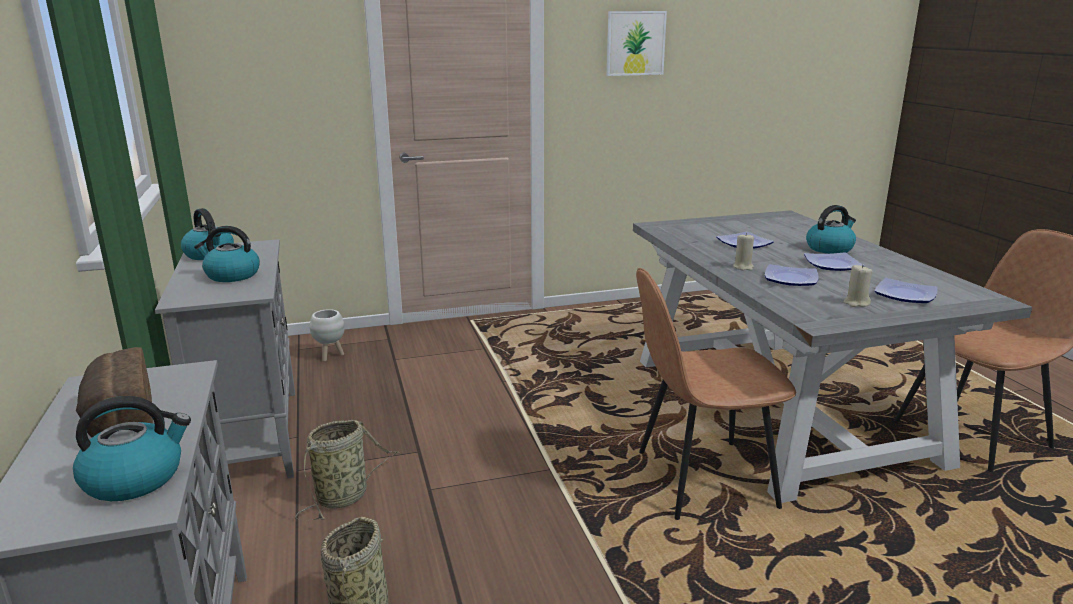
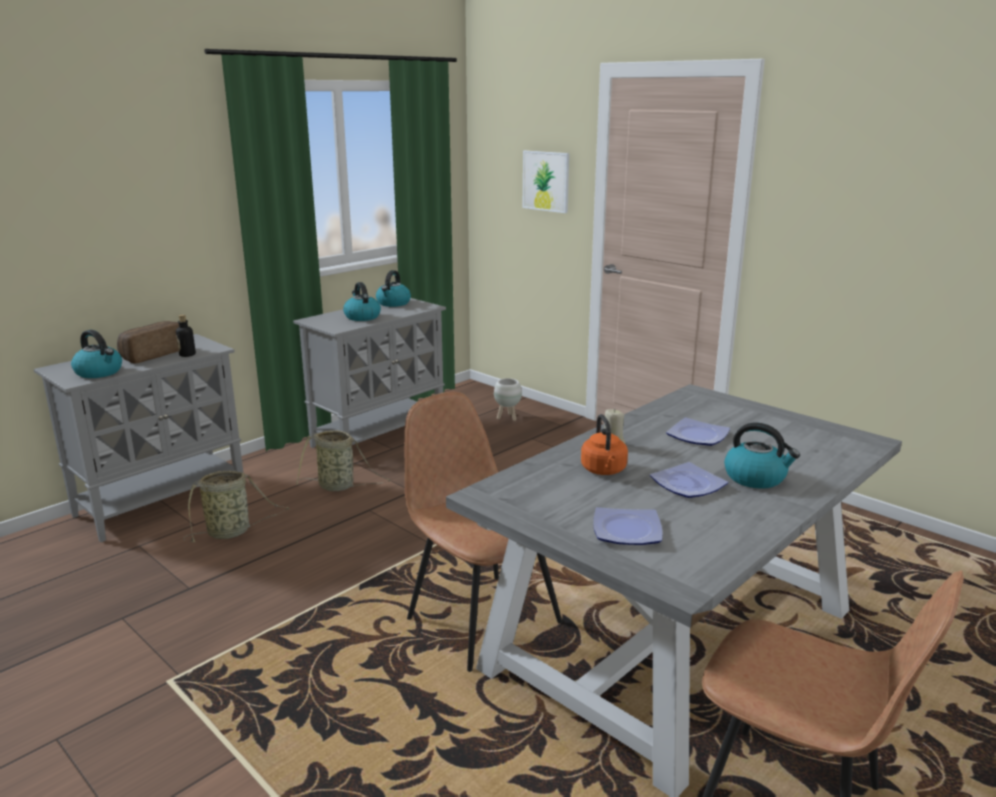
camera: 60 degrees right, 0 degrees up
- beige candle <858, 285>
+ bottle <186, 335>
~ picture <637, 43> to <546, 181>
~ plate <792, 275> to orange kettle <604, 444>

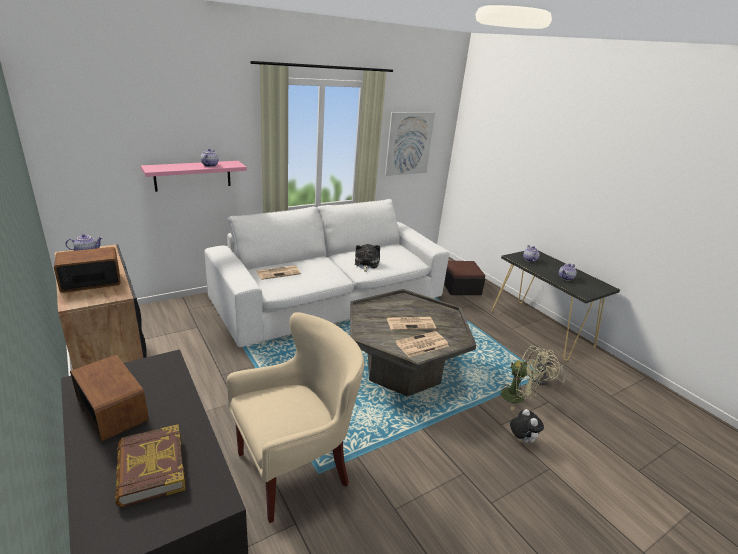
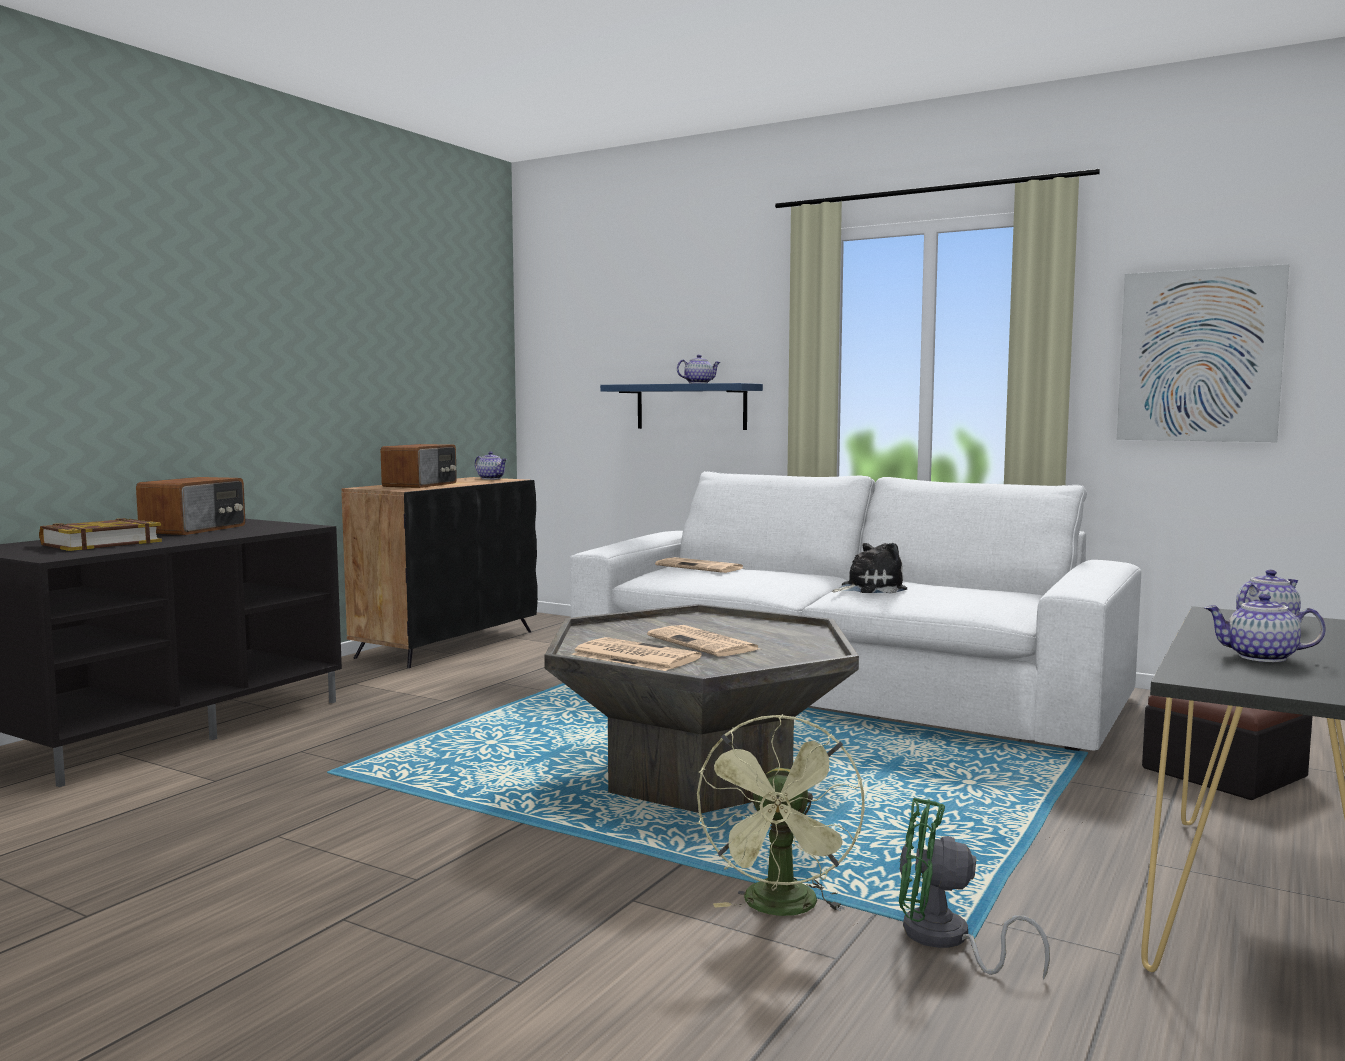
camera: 65 degrees right, 20 degrees down
- beige armchair <296, 417>
- plush toy <527, 426>
~ pink shelf <194, 176> to blue shelf <681, 406>
~ beige fan <547, 366> to green fan <974, 889>
~ radio <87, 270> = <419, 466> 75 degrees clockwise

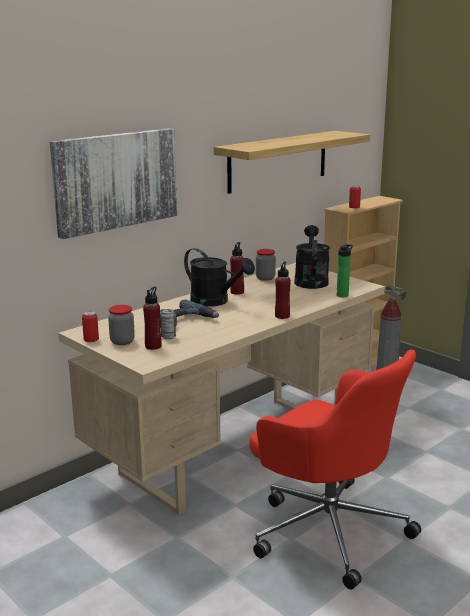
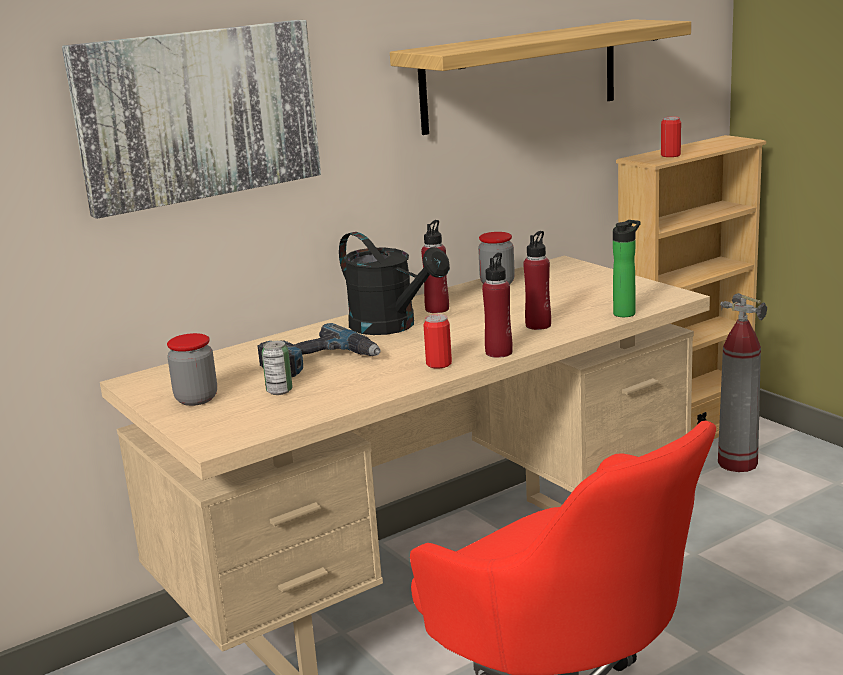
camera: 10 degrees right, 0 degrees up
- black watering can <312, 257>
~ can <90, 326> to <437, 341>
~ red bottle <152, 318> to <537, 280>

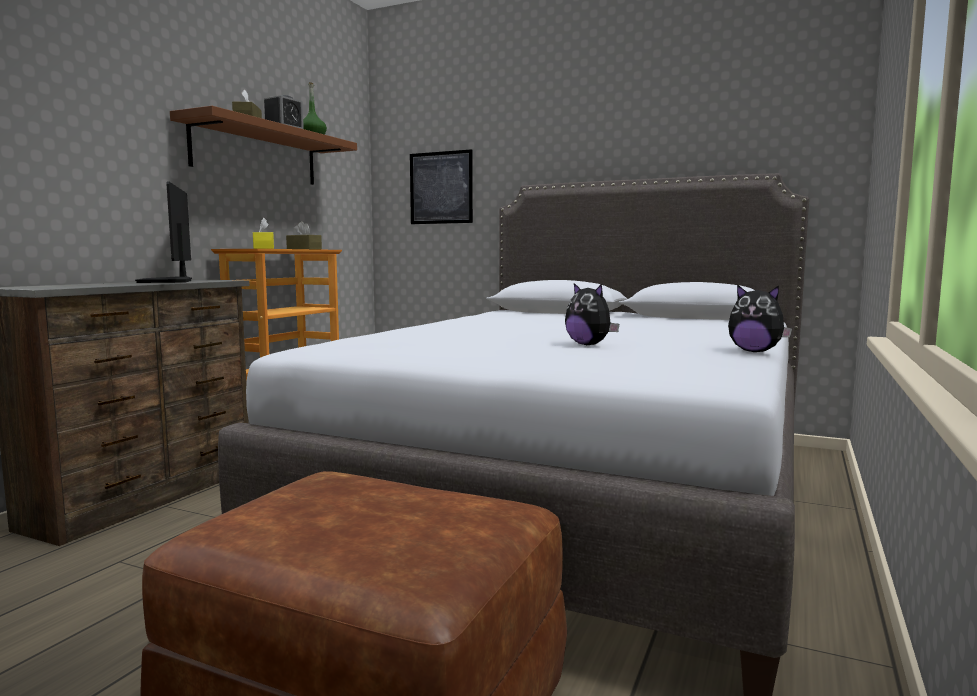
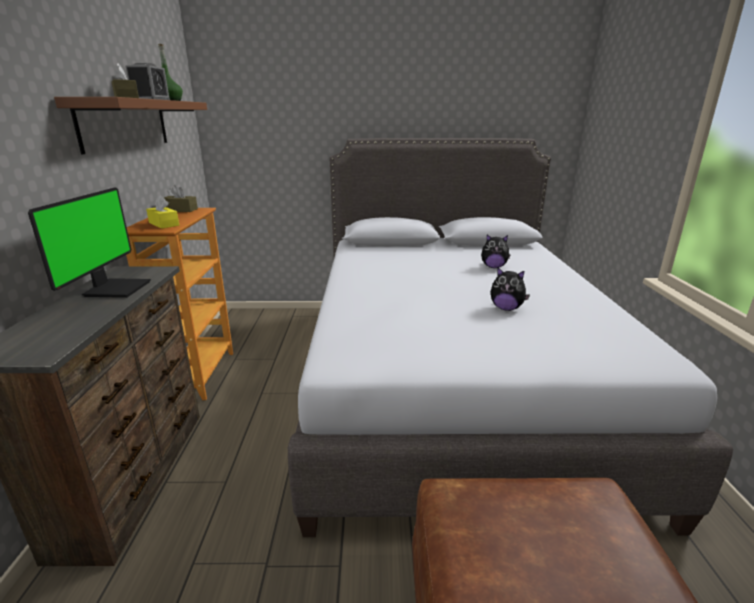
camera: 25 degrees left, 15 degrees up
- picture <441, 186>
~ plush toy <760, 318> to <496, 251>
~ monitor <163, 232> = <89, 243> 135 degrees counterclockwise

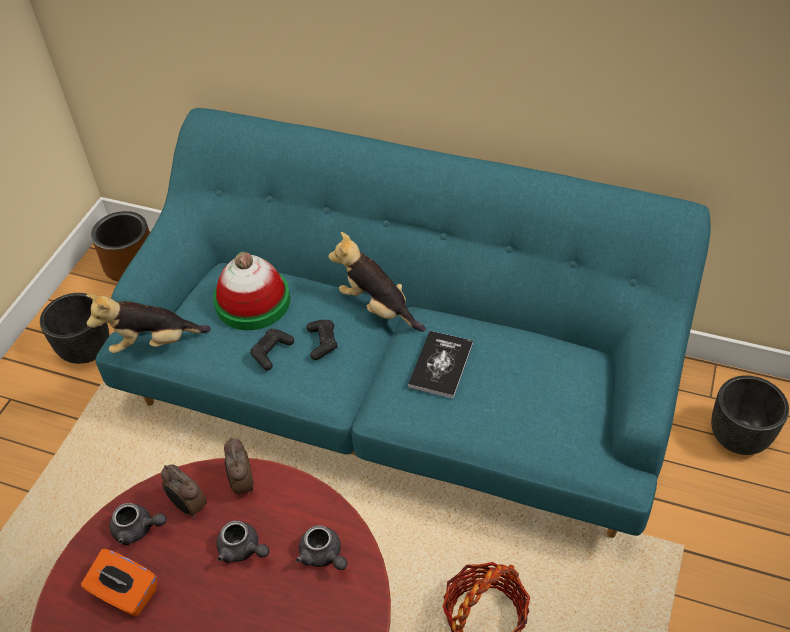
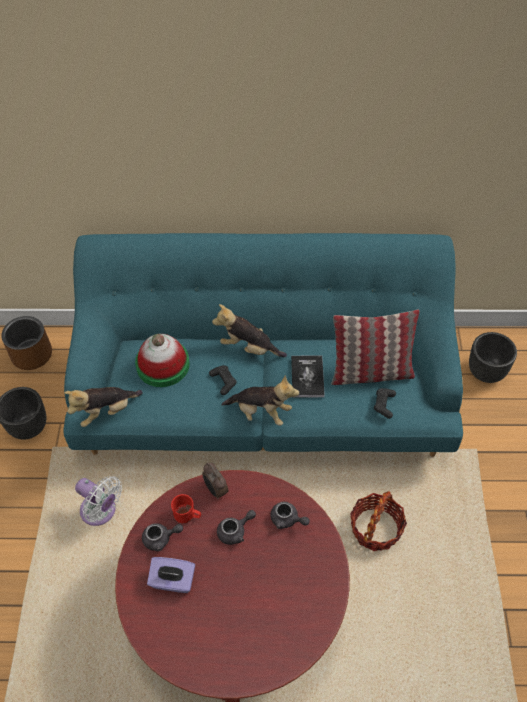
camera: 20 degrees left, 5 degrees up
+ white fan <98, 501>
+ plush toy <260, 400>
+ pillow <375, 347>
~ black game controller <272, 349> to <385, 403>
~ alarm clock <184, 492> to red mug <186, 508>
~ orange tissue box <119, 583> to purple tissue box <171, 575>
~ grey teapot <243, 542> = <236, 527> 45 degrees counterclockwise

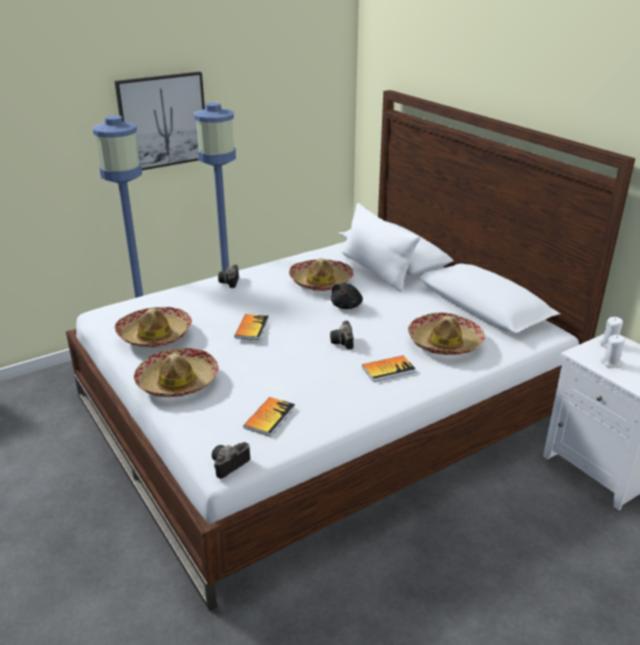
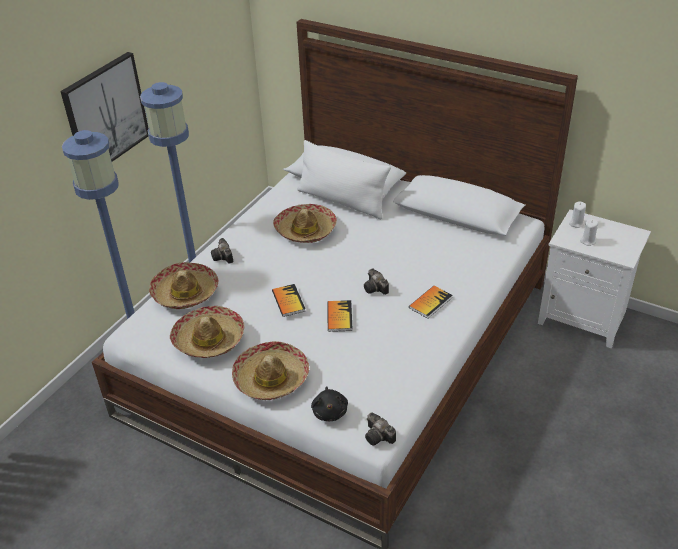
camera: 25 degrees left, 10 degrees up
~ book <269, 417> to <340, 316>
~ black plush toy <347, 296> to <329, 403>
~ hat <446, 334> to <183, 285>
~ photo camera <231, 460> = <380, 428> 60 degrees counterclockwise

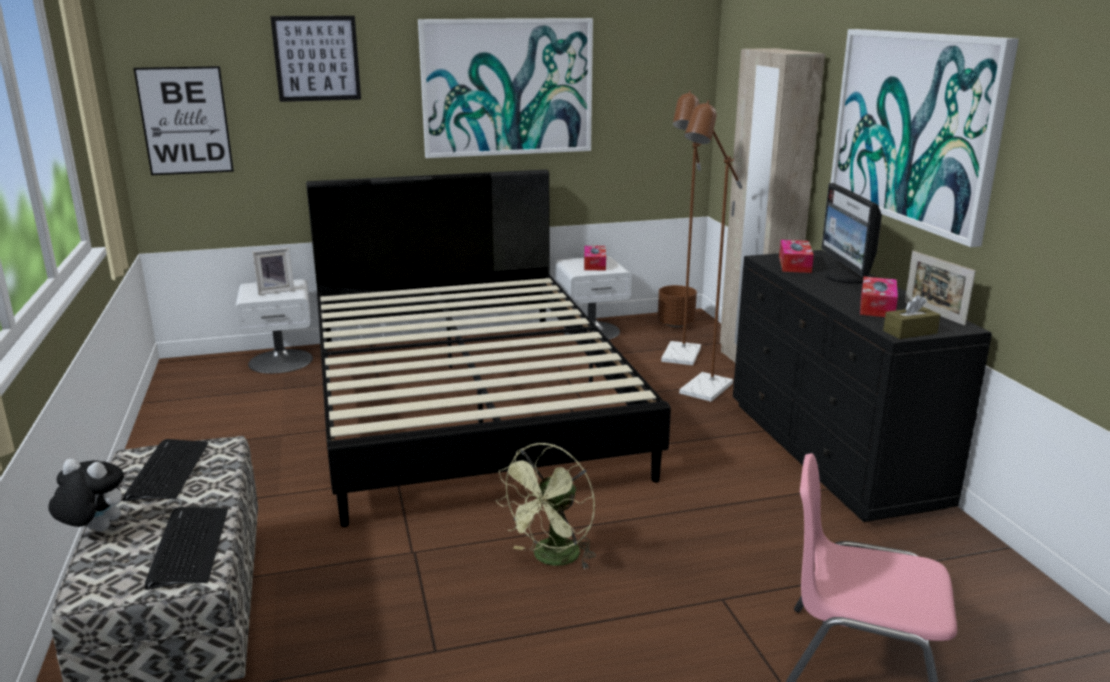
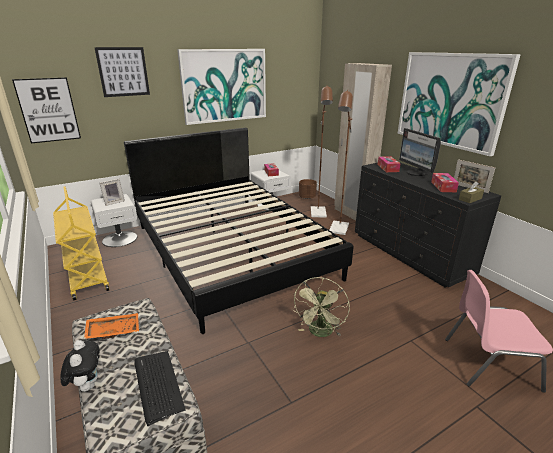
camera: 15 degrees left, 5 degrees up
+ yellow cart <81, 243>
~ keyboard <165, 470> to orange tray <111, 326>
~ plush toy <86, 495> = <80, 366> 75 degrees clockwise

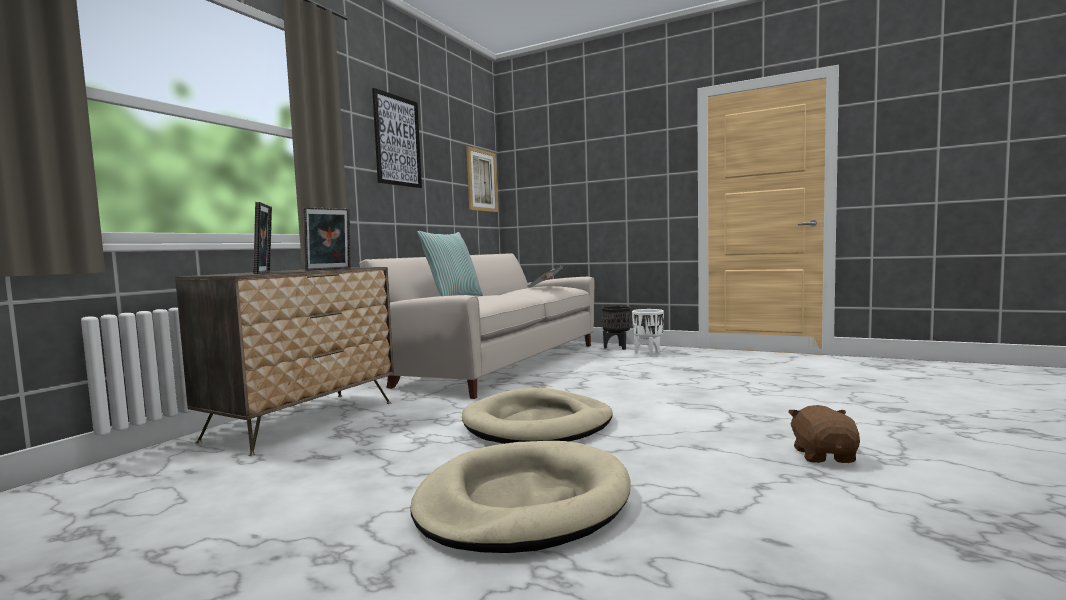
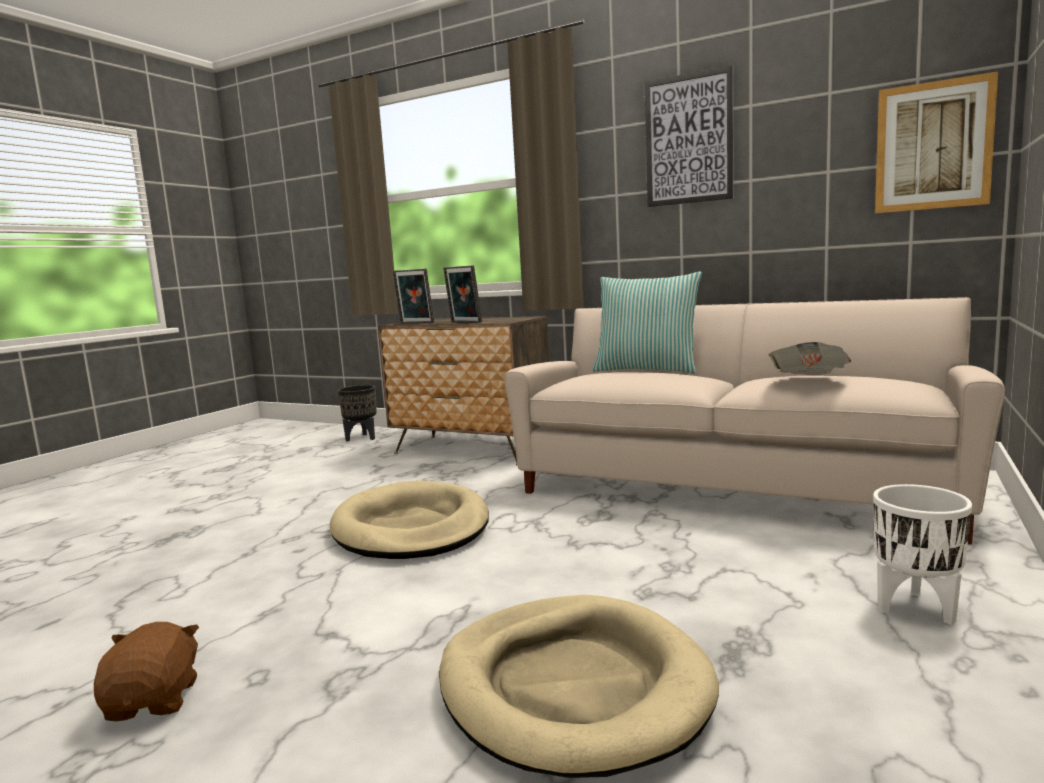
camera: 90 degrees right, 5 degrees up
~ beige dog bed <520, 497> to <579, 686>
~ black planter <616, 328> to <357, 413>
~ picture frame <262, 238> = <413, 296> 45 degrees clockwise
~ brown plush toy <824, 434> = <146, 671> 105 degrees counterclockwise

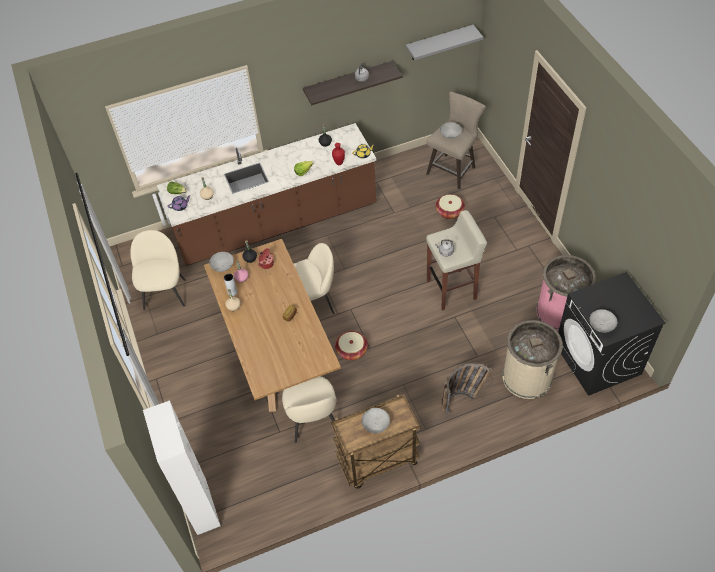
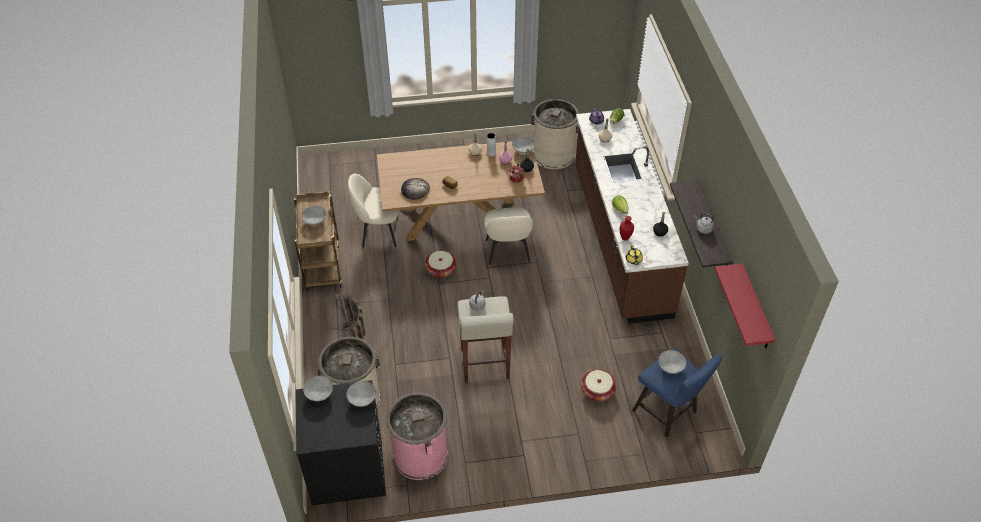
camera: 100 degrees right, 5 degrees down
- white cabinet <182, 467>
+ grey bowl <361, 394>
+ bread <415, 189>
~ beige chair <158, 270> to beige trash can <555, 134>
~ grey shelf <444, 42> to red shelf <745, 306>
~ beige stool <456, 140> to blue stool <677, 392>

